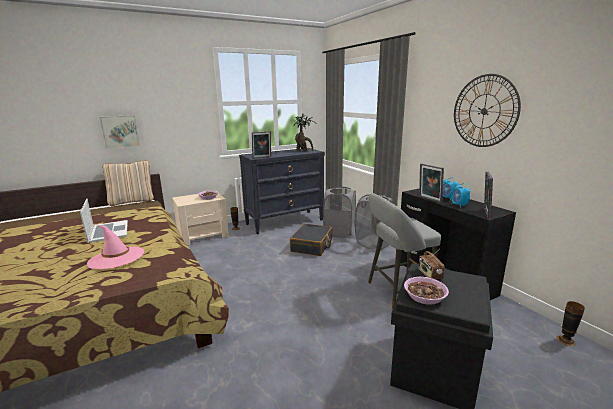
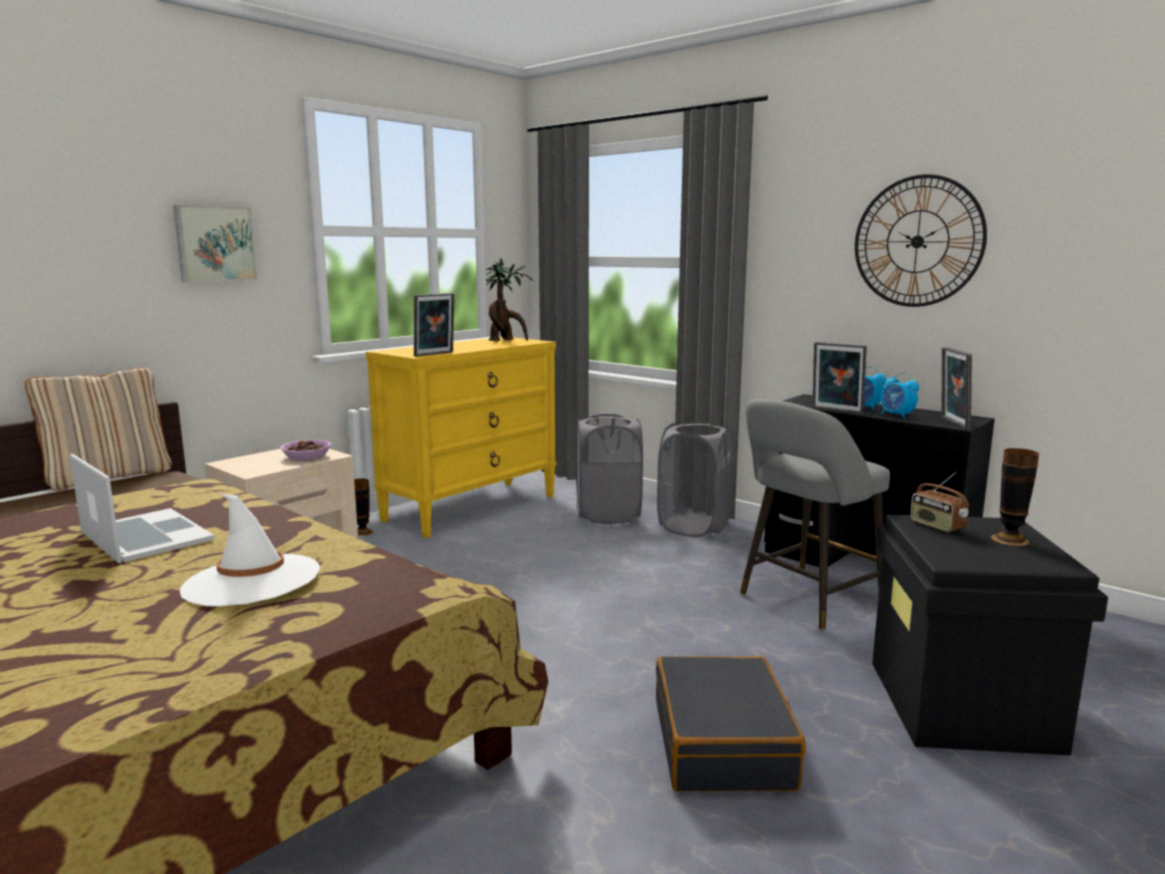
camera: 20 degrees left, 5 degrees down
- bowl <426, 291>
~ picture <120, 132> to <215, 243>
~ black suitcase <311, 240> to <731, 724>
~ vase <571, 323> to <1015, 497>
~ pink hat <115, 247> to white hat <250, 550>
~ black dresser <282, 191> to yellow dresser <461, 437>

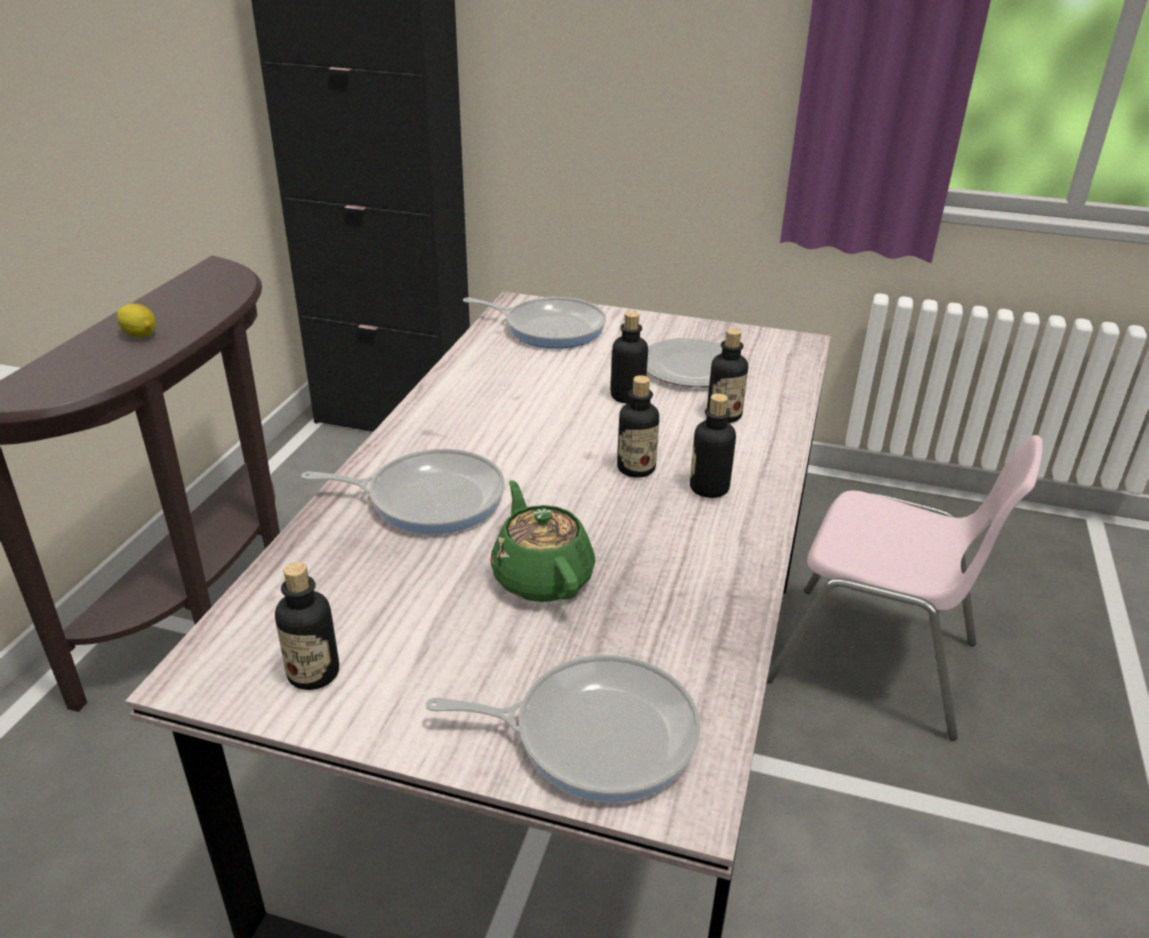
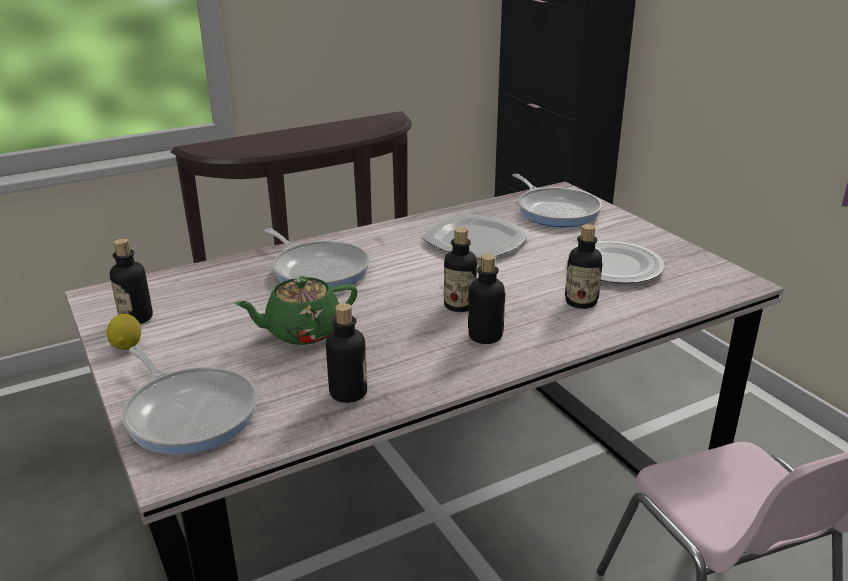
camera: 45 degrees right, 5 degrees down
+ plate <476, 236>
~ lemon <136, 320> to <123, 332>
~ bottle <629, 357> to <346, 353>
~ green teapot <543, 541> = <296, 310> 135 degrees counterclockwise

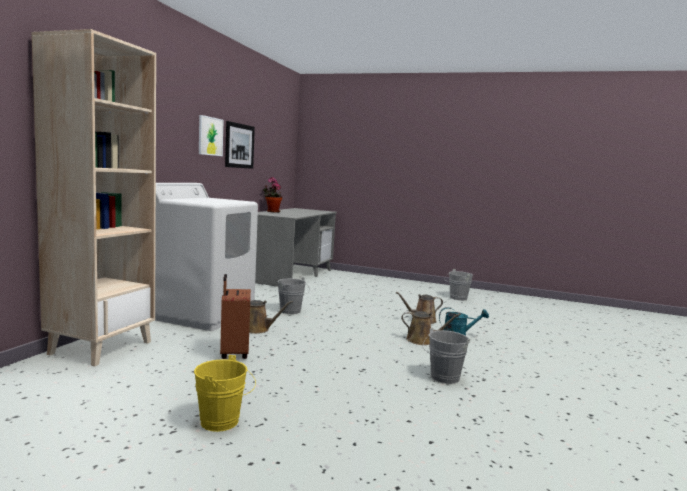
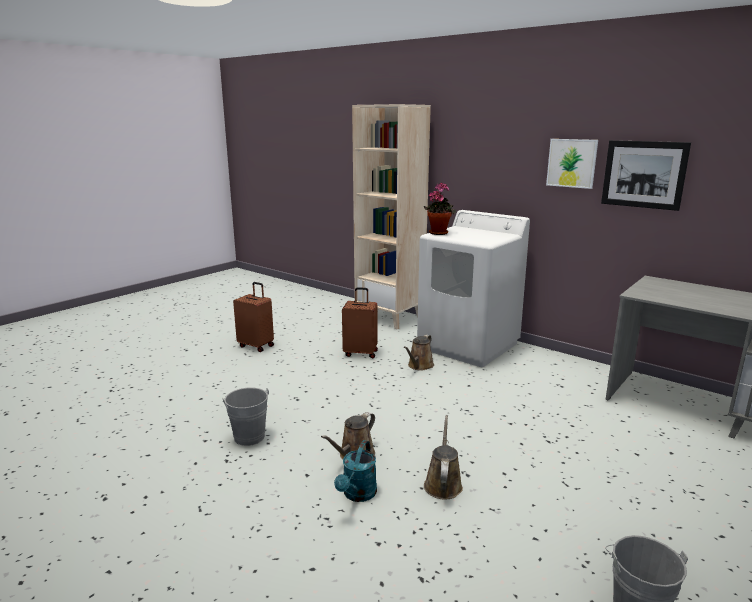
camera: 110 degrees right, 10 degrees up
- grey bucket <294, 295>
~ potted plant <272, 195> to <440, 208>
~ yellow bucket <225, 393> to brown suitcase <253, 317>

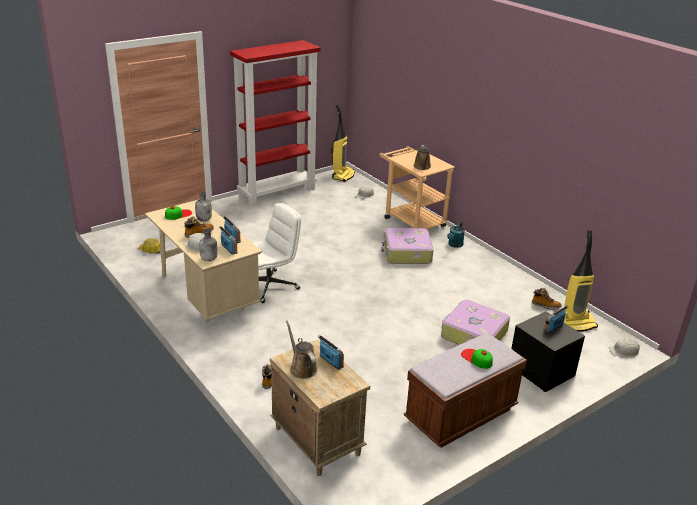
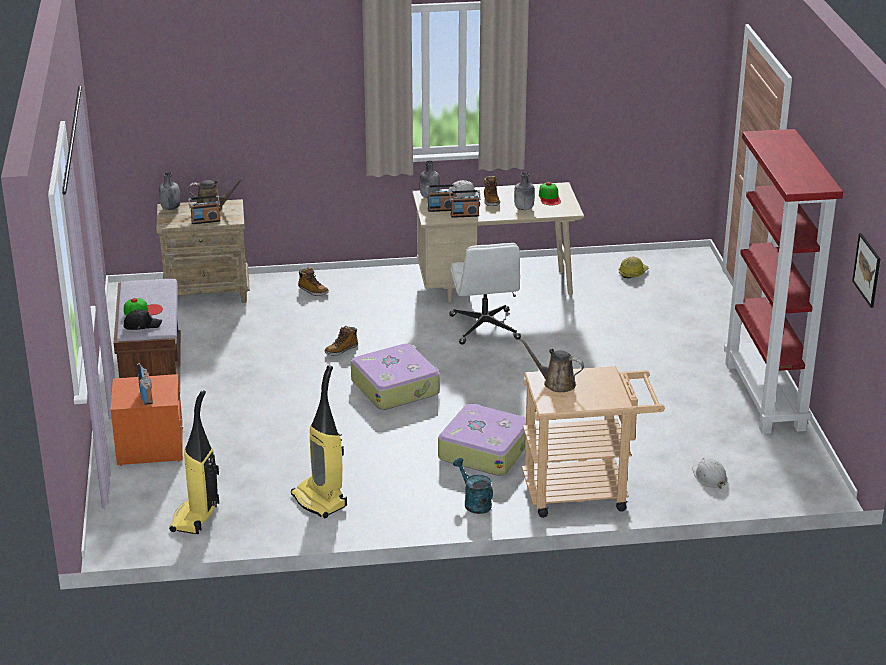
camera: 120 degrees right, 0 degrees up
- white hard hat <624, 347>
+ black cap <142, 320>
+ grey bottle <169, 191>
+ picture <866, 270>
~ vacuum cleaner <343, 143> to <319, 441>
~ suitcase <475, 322> to <395, 376>
~ boot <547, 299> to <341, 341>
~ black nightstand <548, 351> to orange nightstand <147, 420>

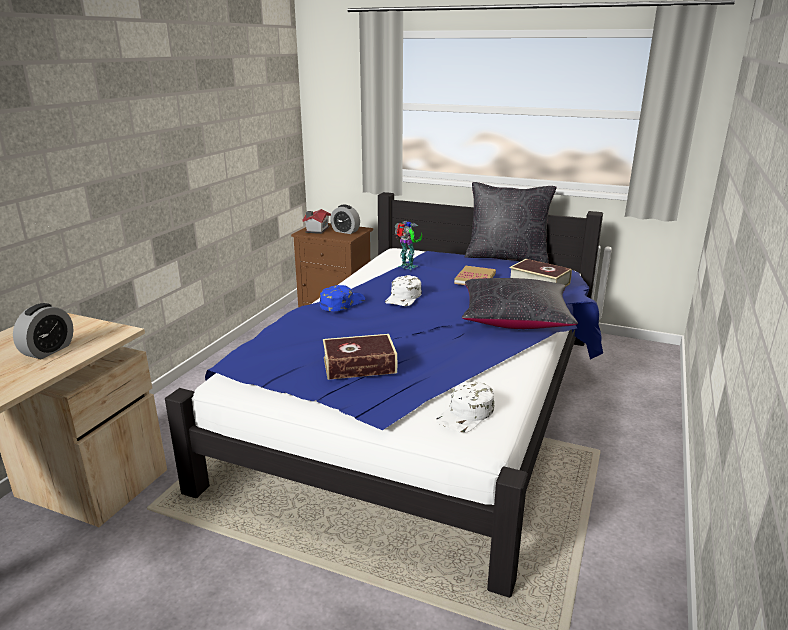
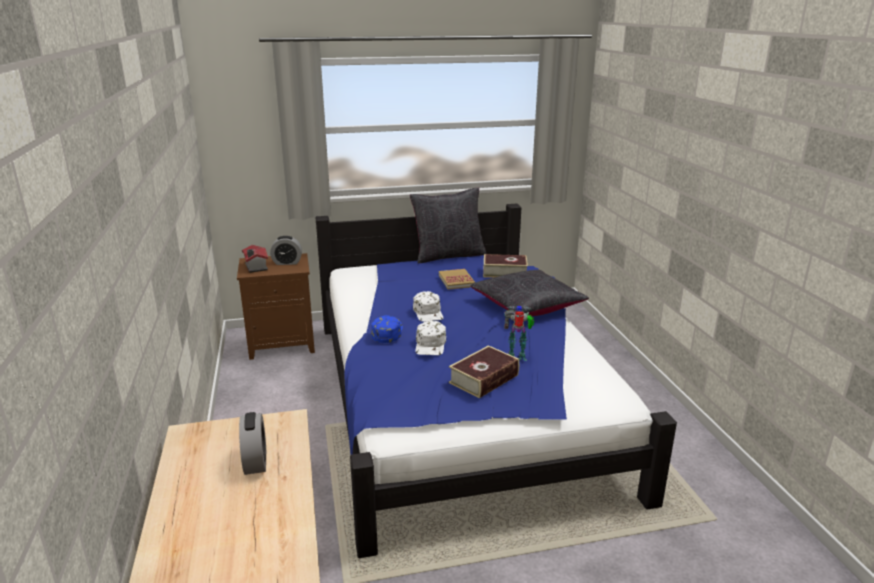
camera: 35 degrees left, 0 degrees up
~ toy robot <408, 245> to <519, 333>
~ white cap <465, 407> to <431, 338>

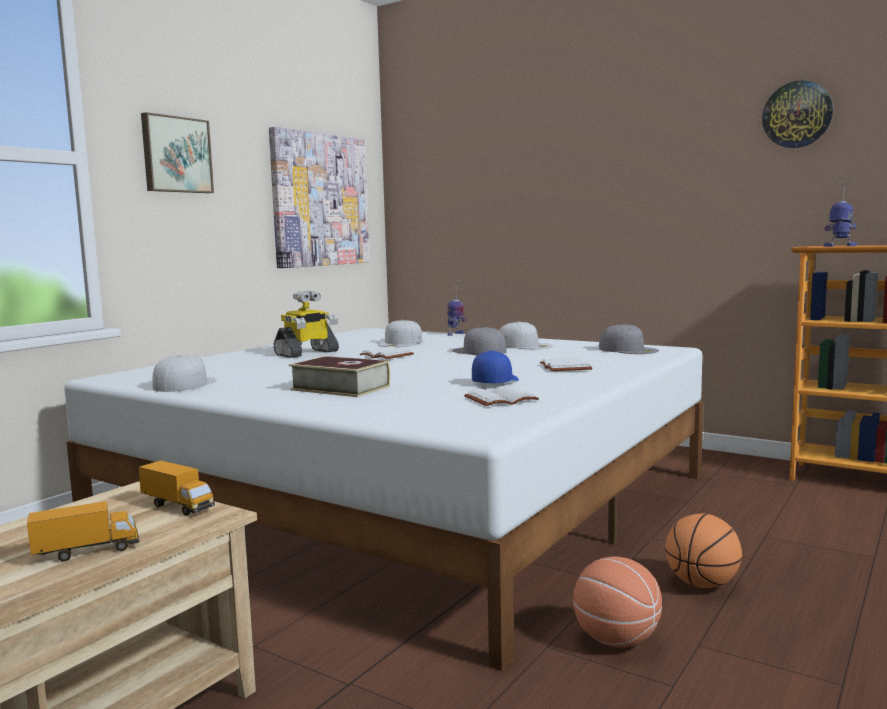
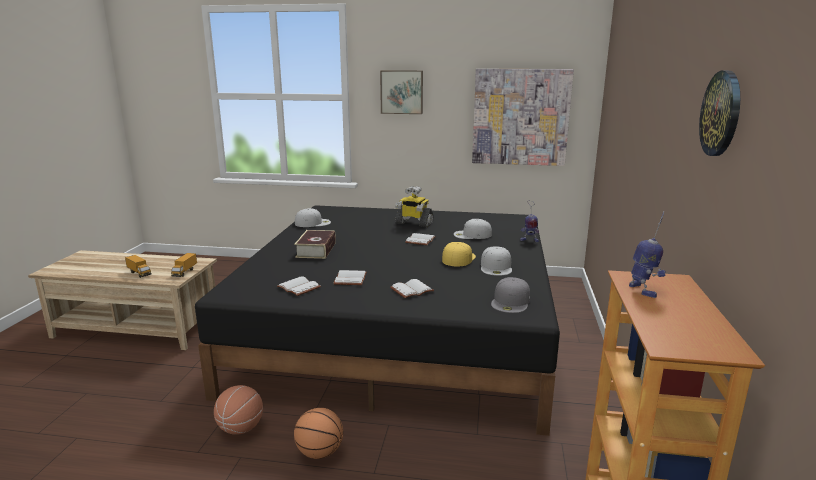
camera: 65 degrees right, 10 degrees up
~ blue cap <495, 366> to white book <350, 277>
~ white bed <383, 499> to black bed <377, 320>
~ grey cap <479, 341> to yellow cap <459, 254>

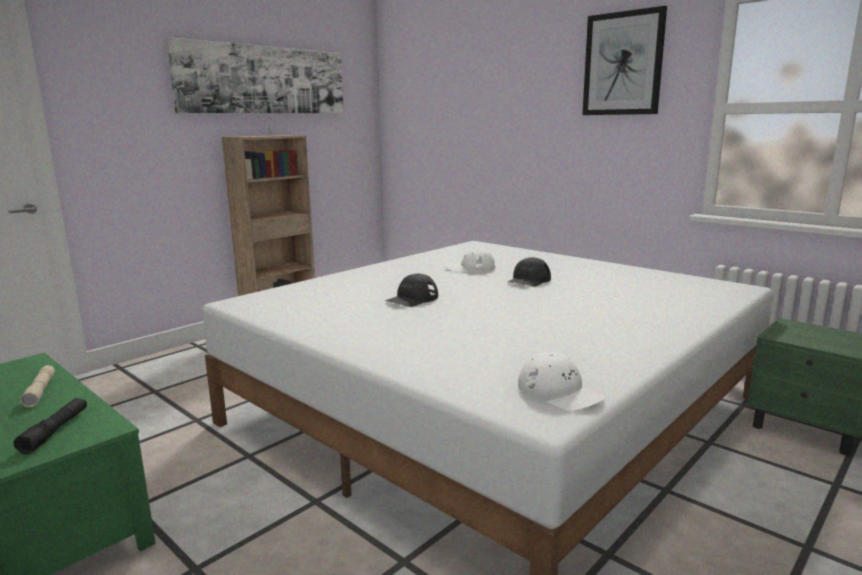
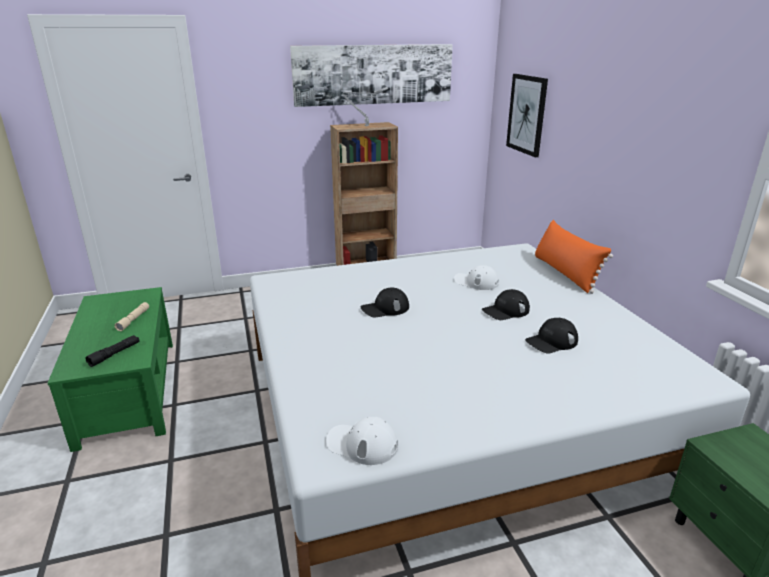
camera: 30 degrees right, 10 degrees up
+ black cap <551, 336>
+ orange pillow <574, 257>
~ picture <624, 60> to <527, 115>
~ white cap <561, 381> = <362, 441> 120 degrees clockwise

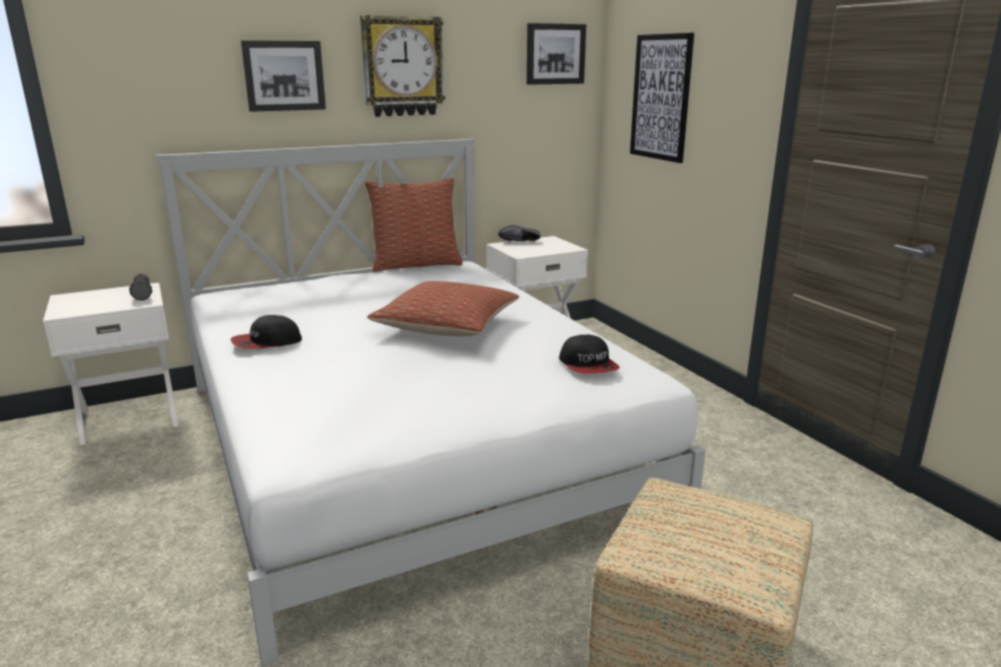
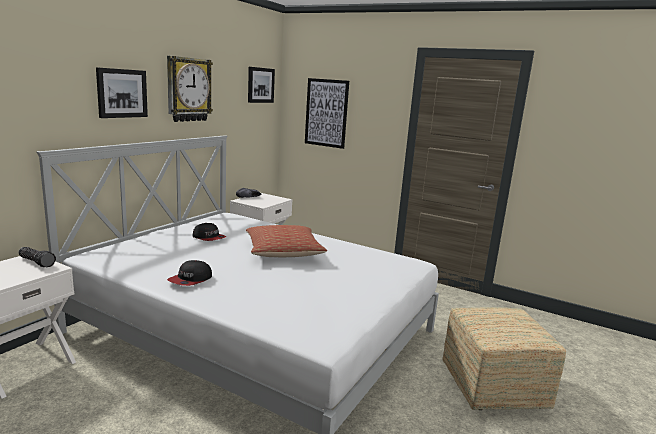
camera: 35 degrees left, 5 degrees down
- pillow <414, 225>
~ cap <589, 354> to <209, 232>

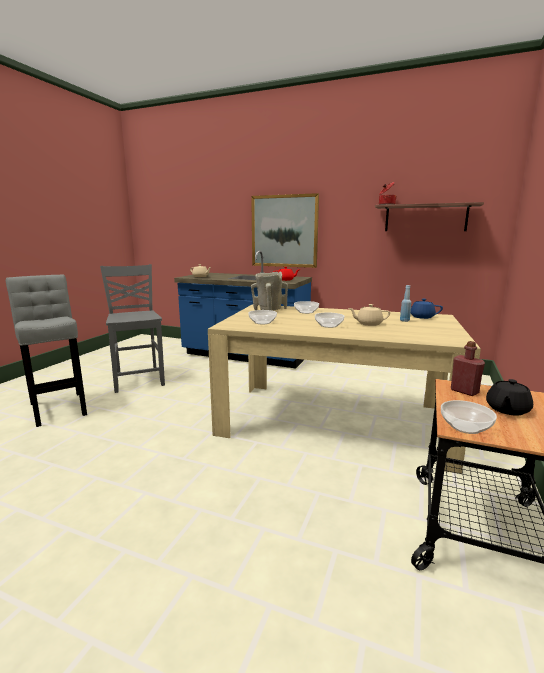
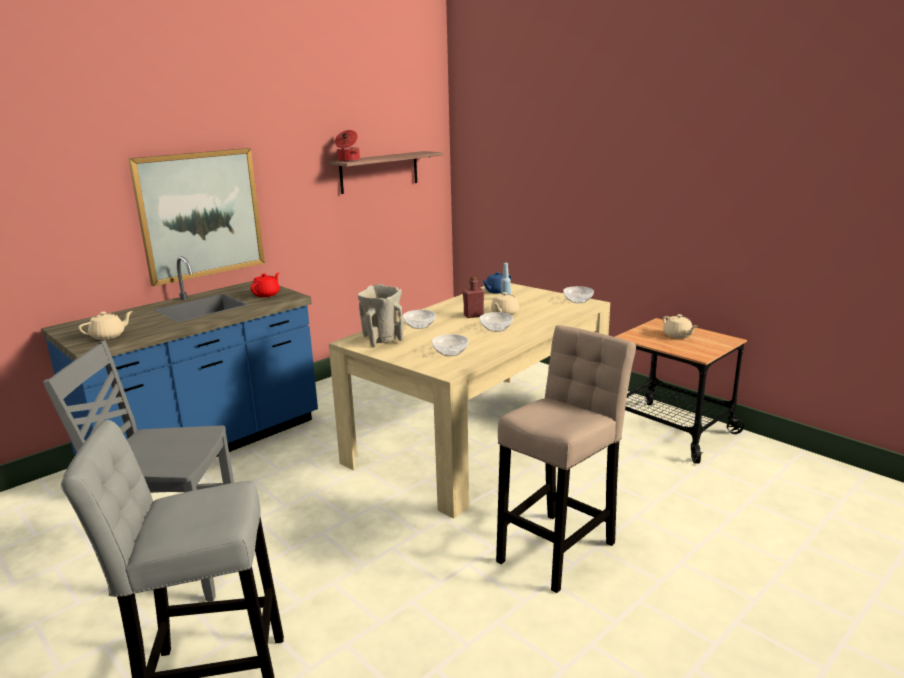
camera: 65 degrees left, 5 degrees up
+ beige stool <566, 459>
~ bowl <469, 417> to <578, 294>
~ red bottle <468, 368> to <473, 297>
~ black teapot <509, 397> to beige teapot <680, 326>

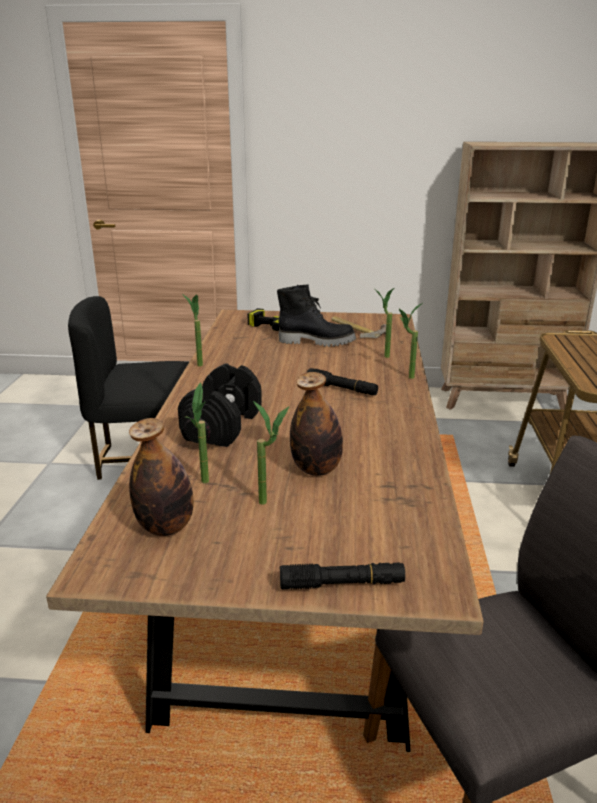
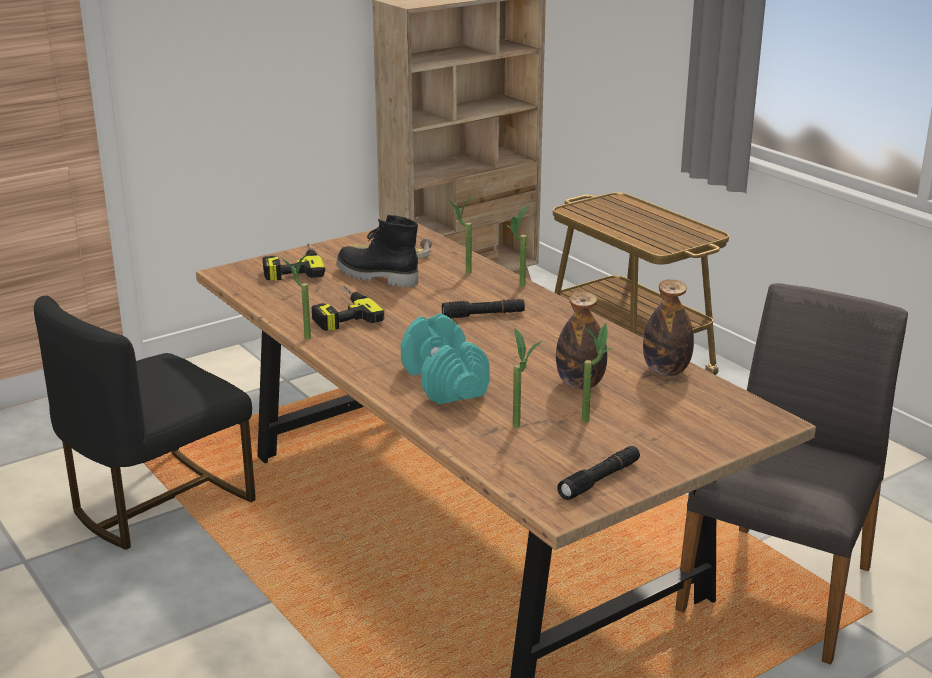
camera: 40 degrees left, 0 degrees up
+ power drill <348, 308>
~ bottle <161, 477> to <668, 327>
~ black flashlight <342, 576> to <598, 473>
~ black dumbbell <220, 405> to turquoise dumbbell <445, 359>
~ black boot <316, 315> = <377, 251> 120 degrees counterclockwise

